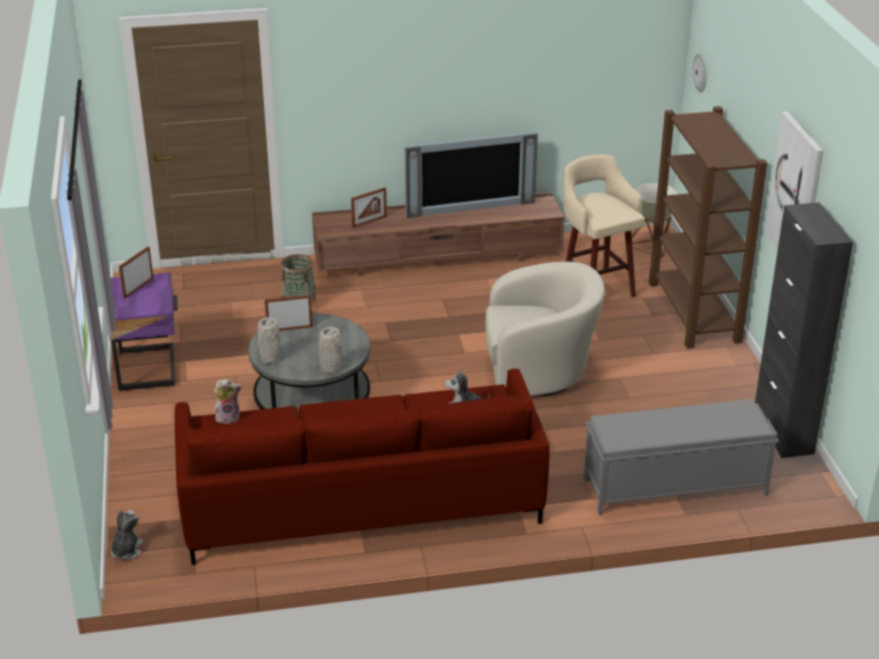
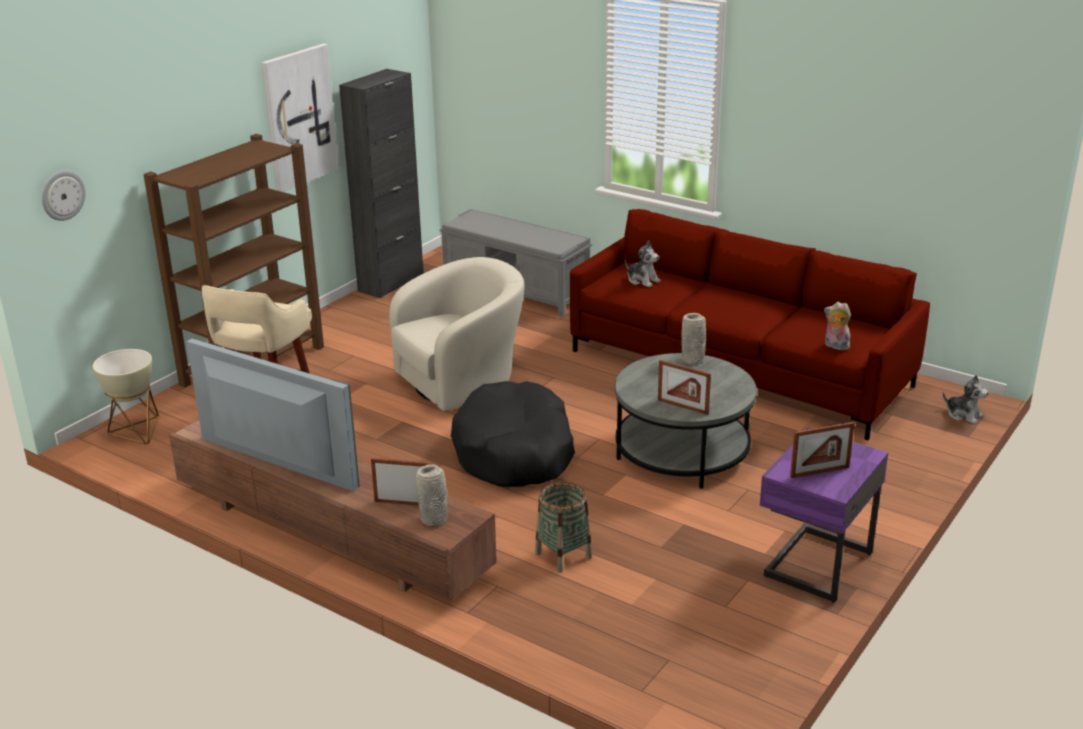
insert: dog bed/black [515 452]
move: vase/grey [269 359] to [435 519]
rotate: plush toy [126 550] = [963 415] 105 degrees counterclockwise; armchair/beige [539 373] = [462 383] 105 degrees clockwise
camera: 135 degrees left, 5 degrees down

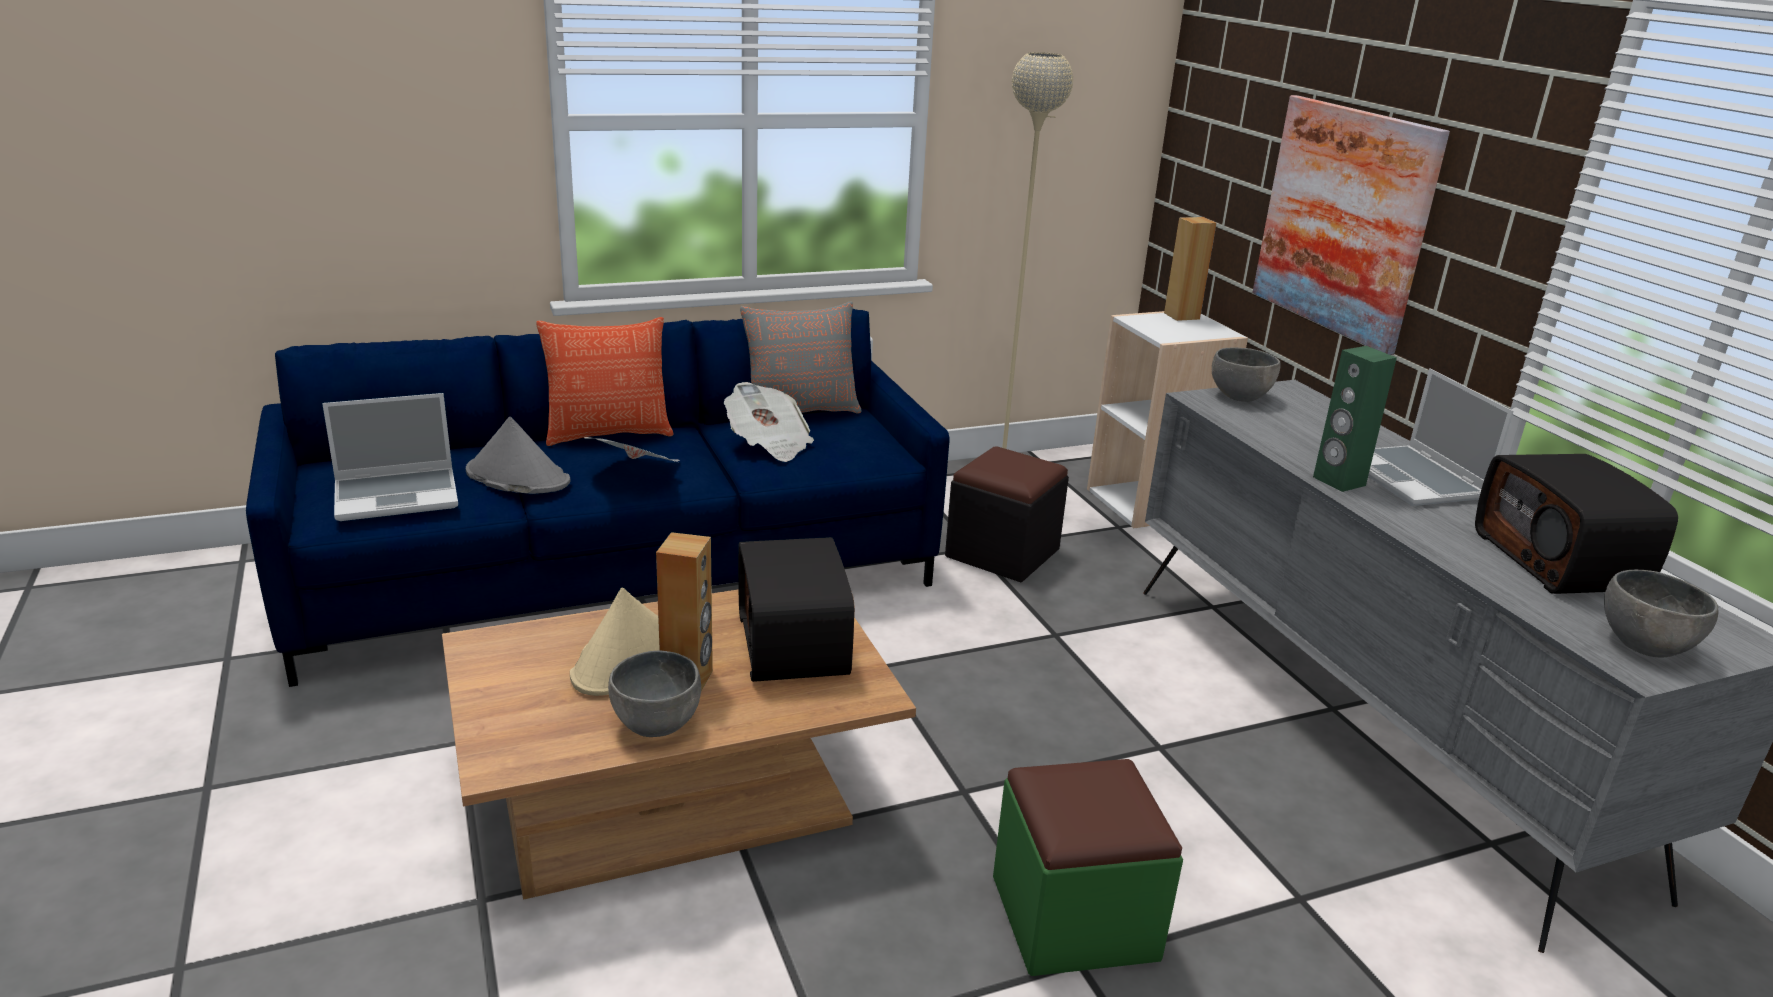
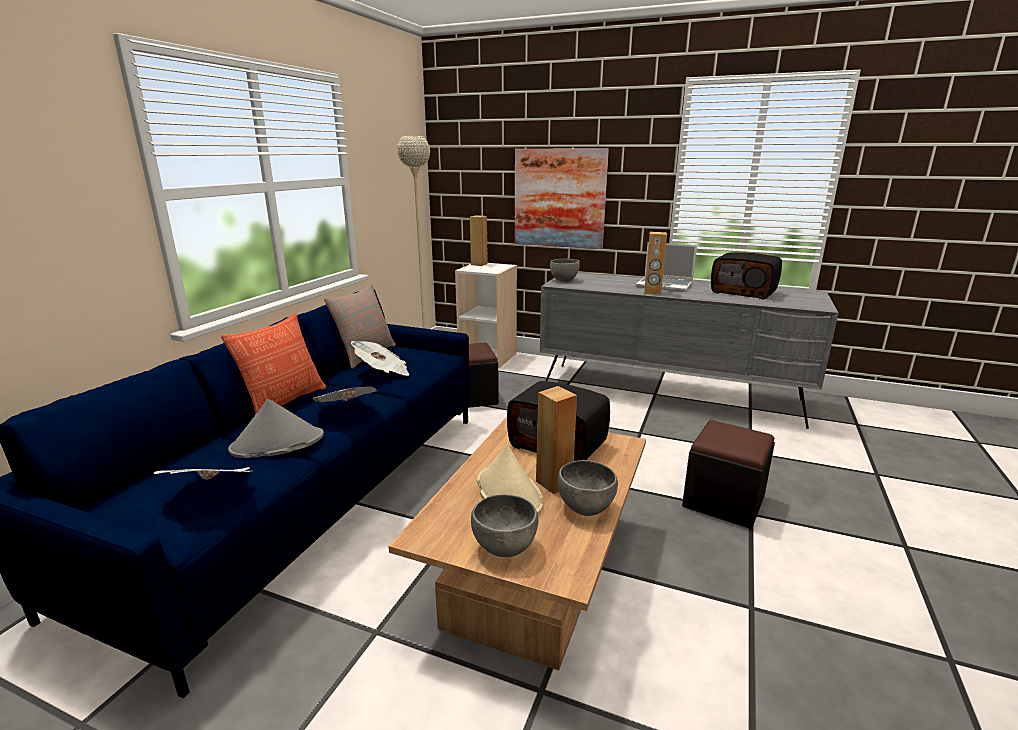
move: bowl/grey [1645 646] to [505 547]
replace: laptop [398 495] to newspaper [214 490]
recolor: ottoman/green [1074 918] to ottoman/black [723 501]; speaker/green [1338 481] to speaker/brown [652 292]
camera: 45 degrees left, 5 degrees down

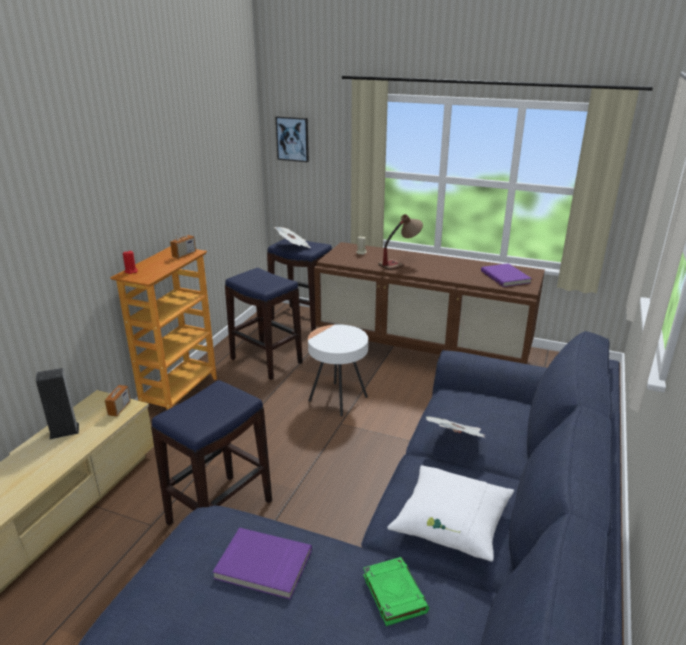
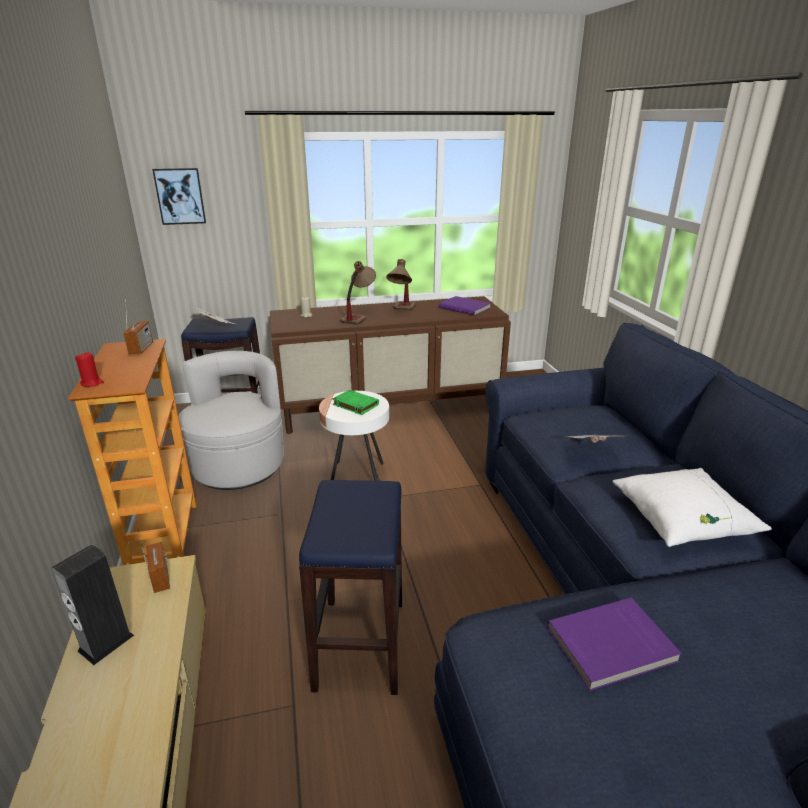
insert: table lamp [402 310]
move: book/green [393 593] to [355 405]
replace: stool [266 361] to armchair/white [238 466]
camera: 35 degrees left, 0 degrees up

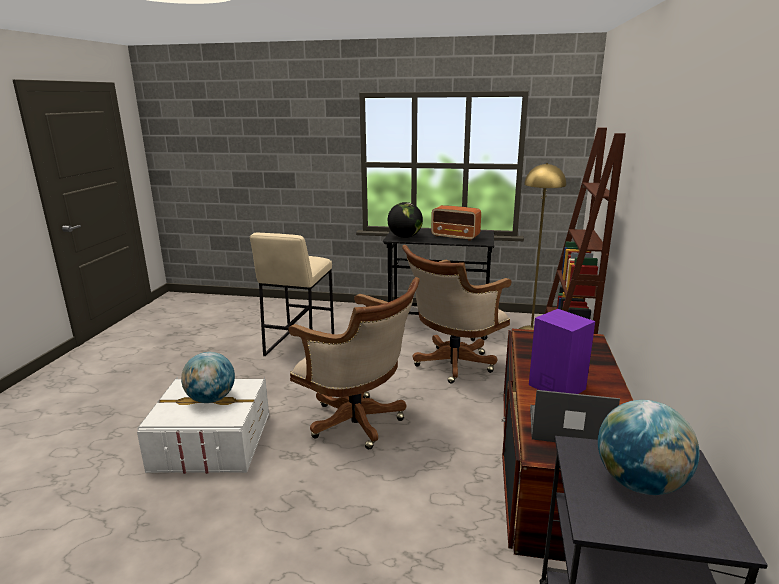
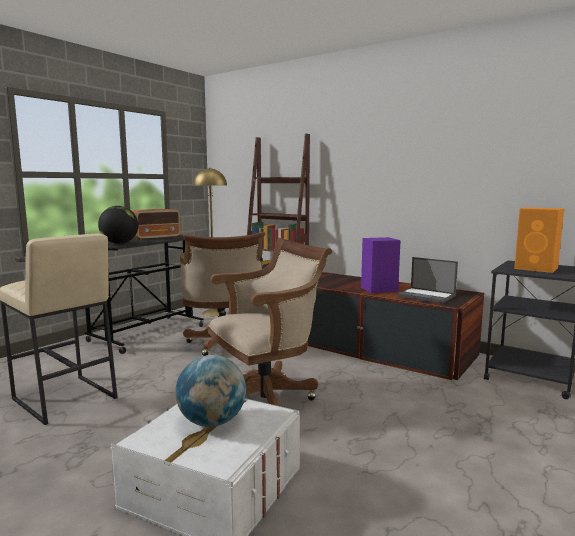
replace: globe [639 483] to speaker/orange [537 268]
rotate: laptop [567 427] = [426 296] 90 degrees counterclockwise
camera: 65 degrees left, 10 degrees down

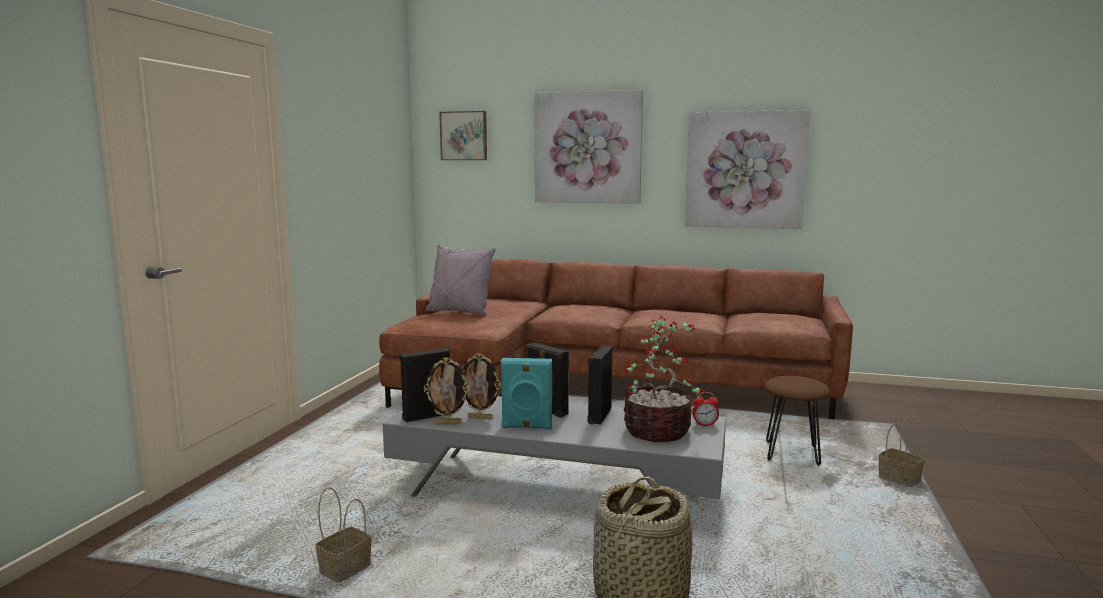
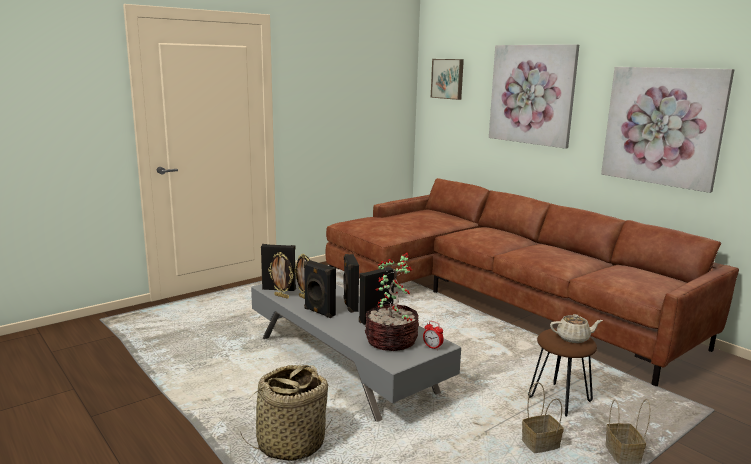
delete: pillow/purple [459 312]
insert: teapot/beige [573 338]
move: basket [346 568] to [541 444]
recolor: speaker/turquoise [526 427] to speaker/black [319 312]
camera: 35 degrees right, 5 degrees up

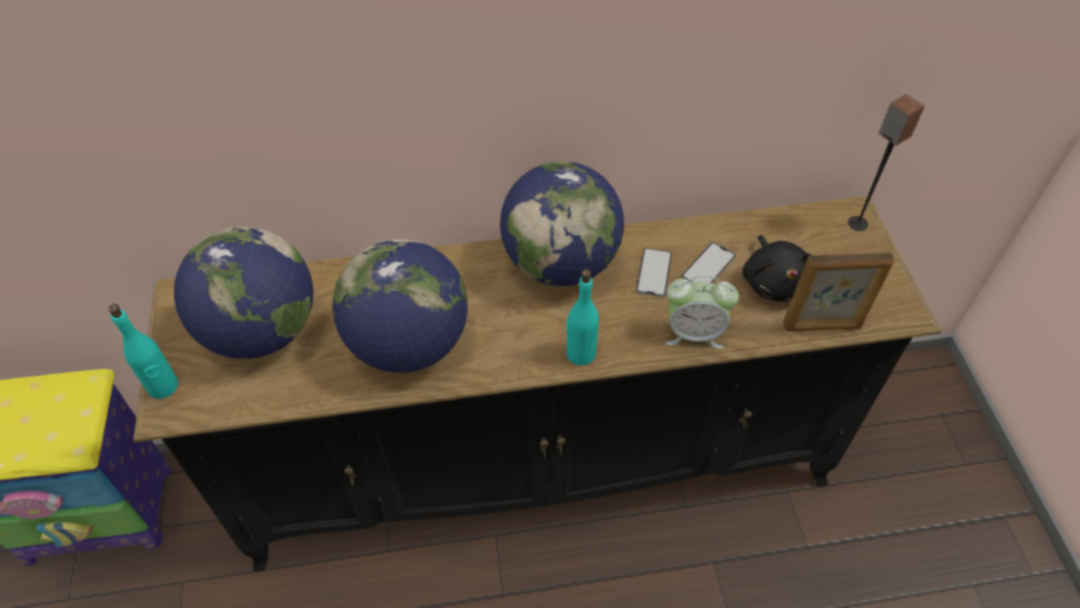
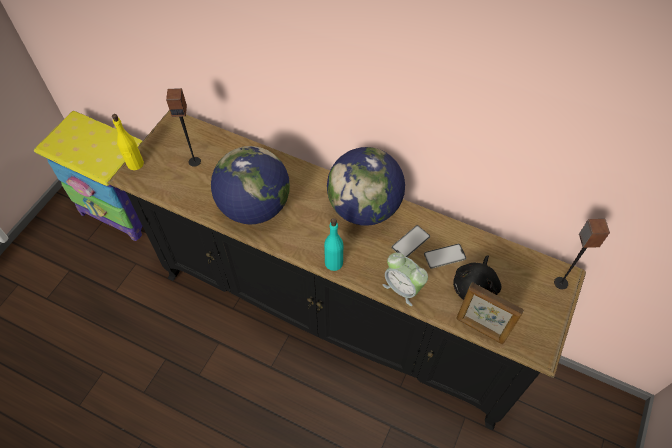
replace: globe [261 331] to speaker [194 161]
recolor: bottle/turquoise [163 386] to bottle/yellow [135 164]
camera: 35 degrees right, 5 degrees up

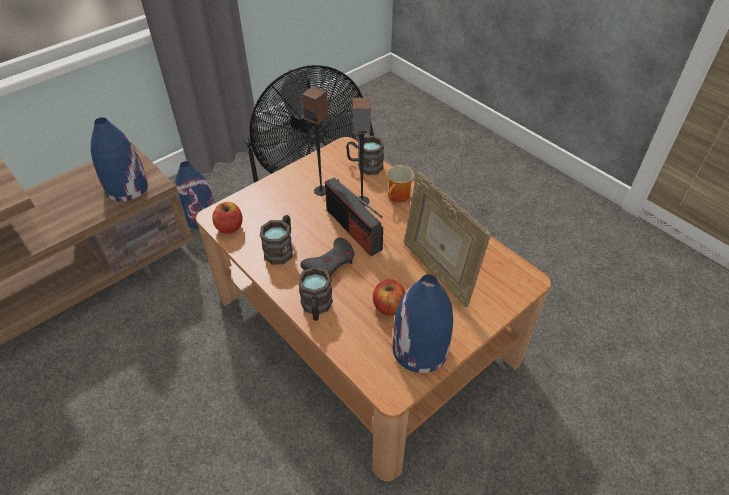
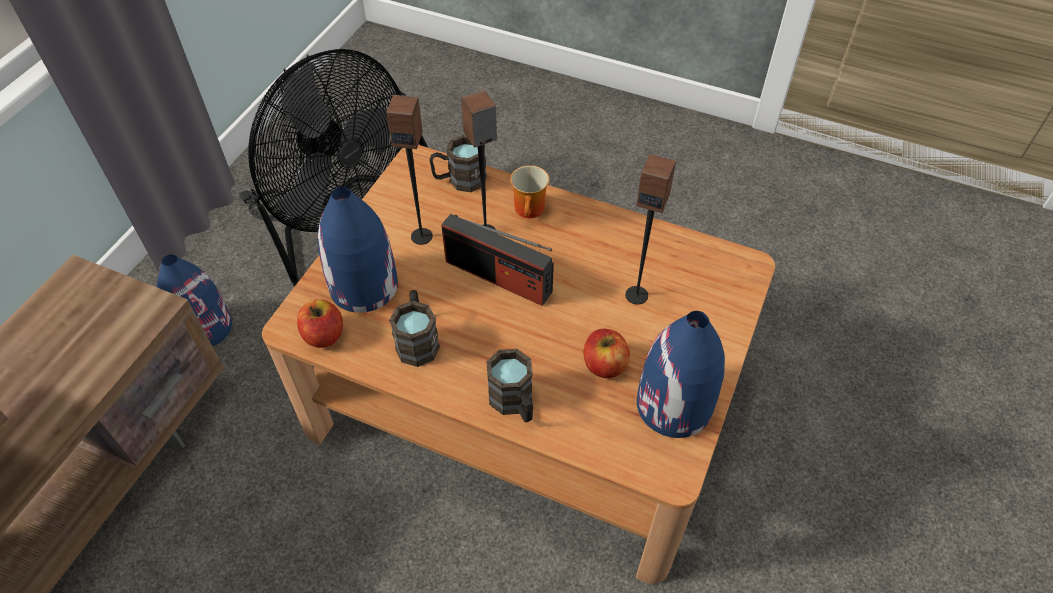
delete: game controller/grey [330 262]
move: vase/blue [126 188] to [363 286]
replace: picture frame [437 271] to speaker [637 295]
camera: 25 degrees left, 5 degrees up

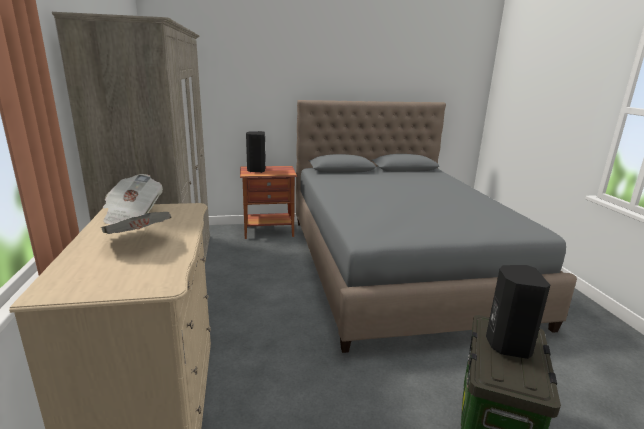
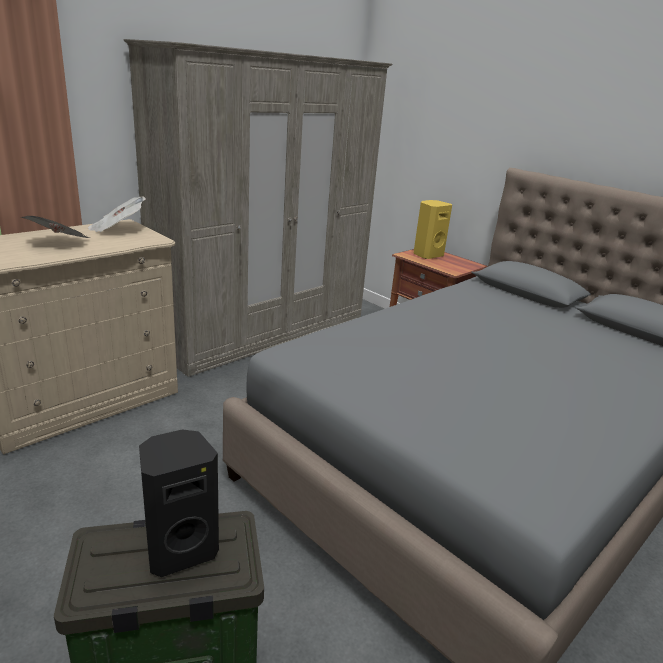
recolor: speaker/black [256 170] to speaker/yellow [427 255]
camera: 55 degrees right, 5 degrees up

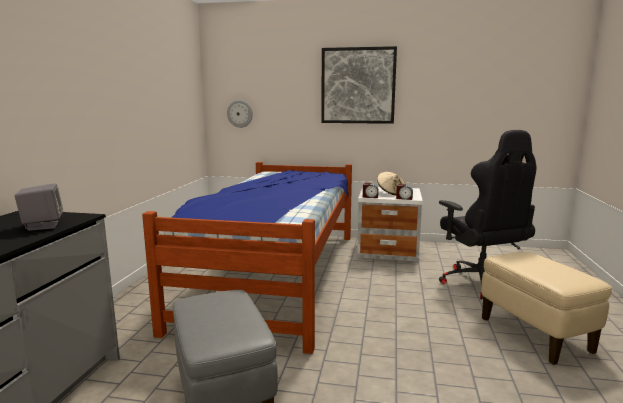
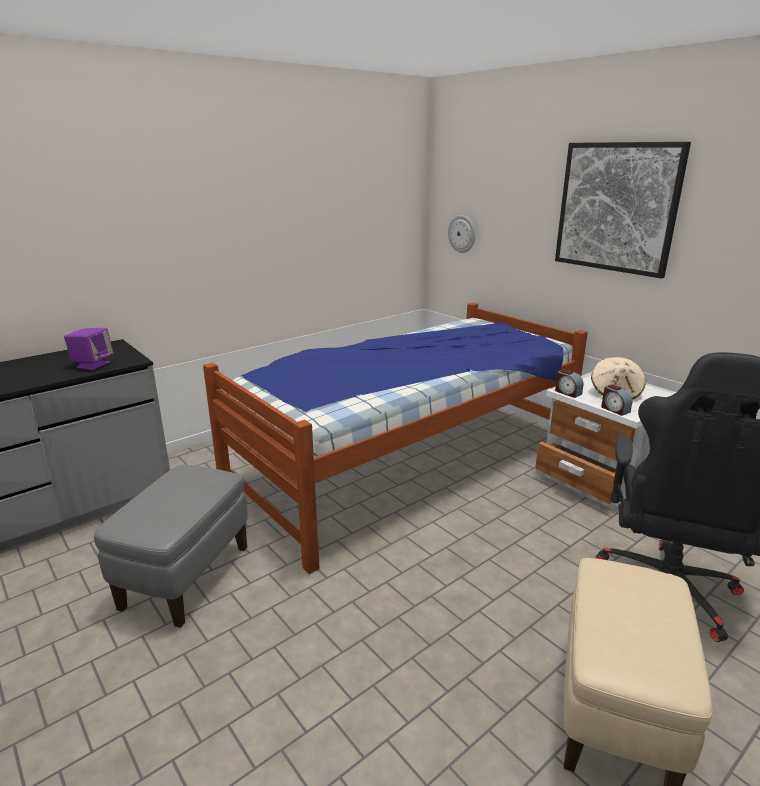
recolor: speaker/grey [43 226] to speaker/purple [93 365]
camera: 40 degrees right, 10 degrees up

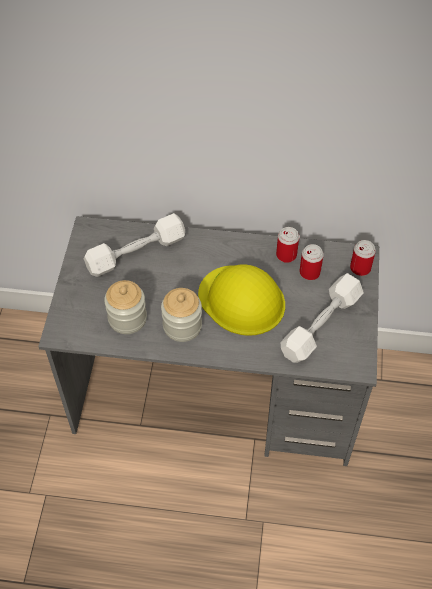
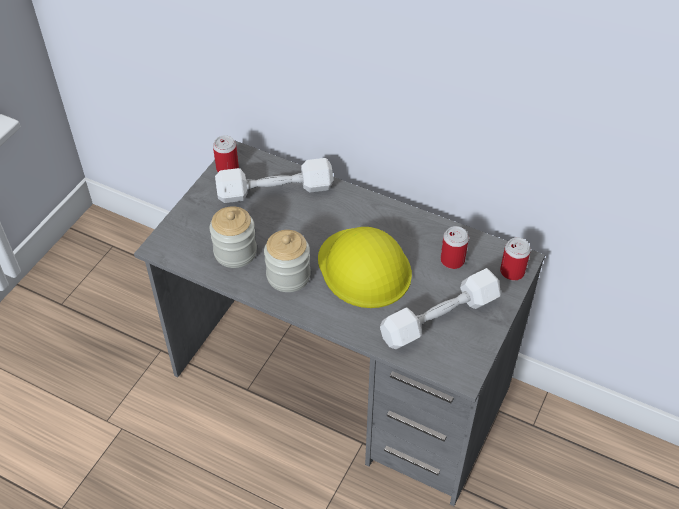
move: can [286 255] to [227 169]
camera: 20 degrees right, 5 degrees down

